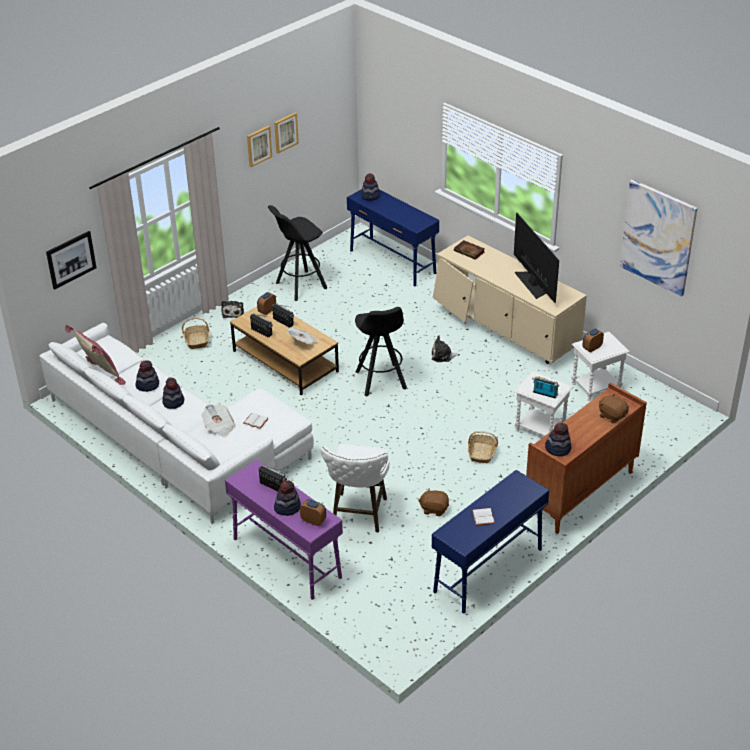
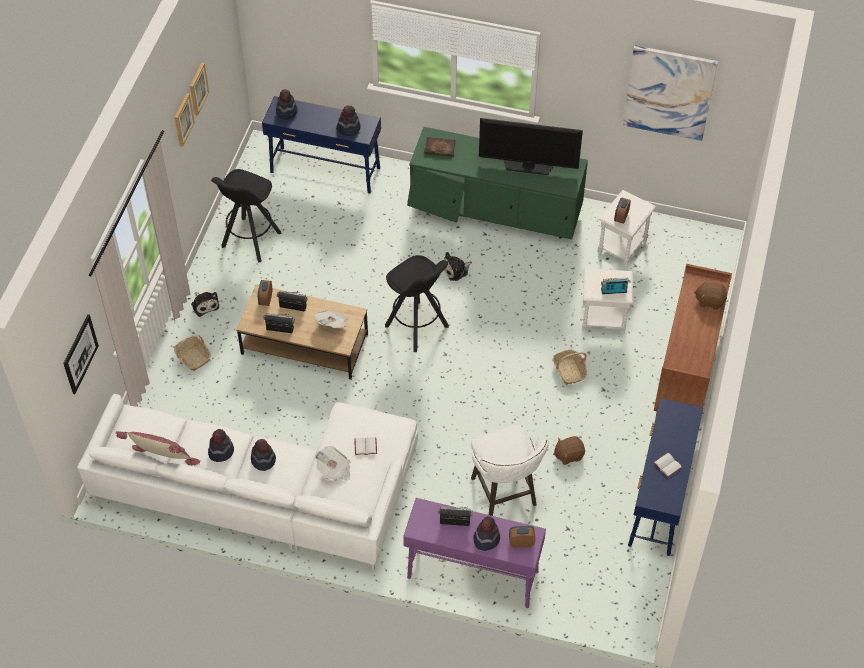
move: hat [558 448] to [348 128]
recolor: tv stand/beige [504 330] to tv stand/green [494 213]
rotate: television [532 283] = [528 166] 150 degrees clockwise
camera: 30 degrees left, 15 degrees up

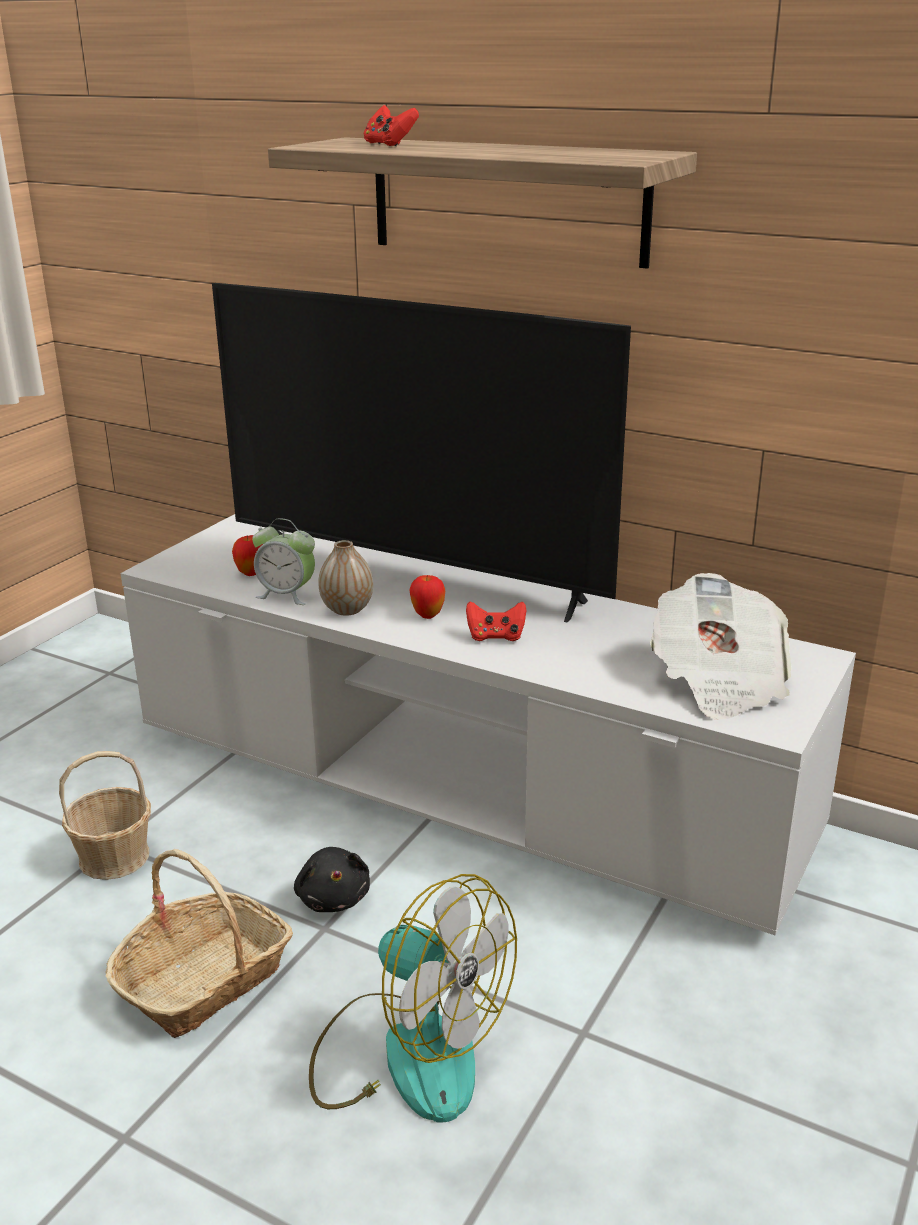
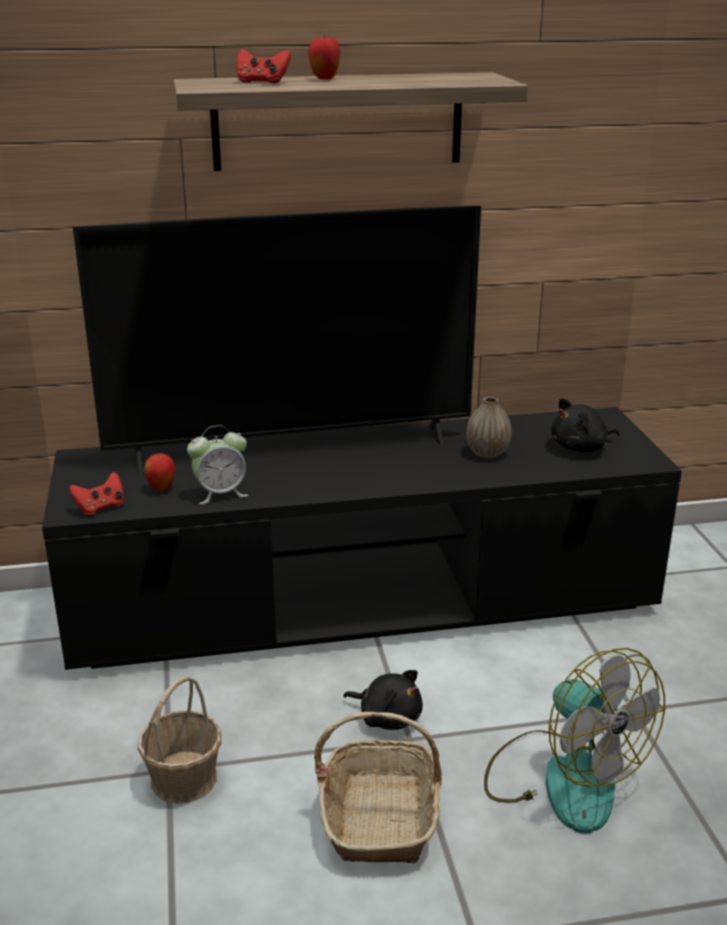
move: vase [347 609] to [487 453]; apple [427 615] to [324 79]; game controller/red [496 636] to [100 507]
replace: newspaper [718 681] to plush toy/black [581 447]
recolor: tv stand/white [463 779] to tv stand/black [362 601]
rotate: fan [408 1052] = [563 778] 60 degrees clockwise
camera: 40 degrees left, 0 degrees up

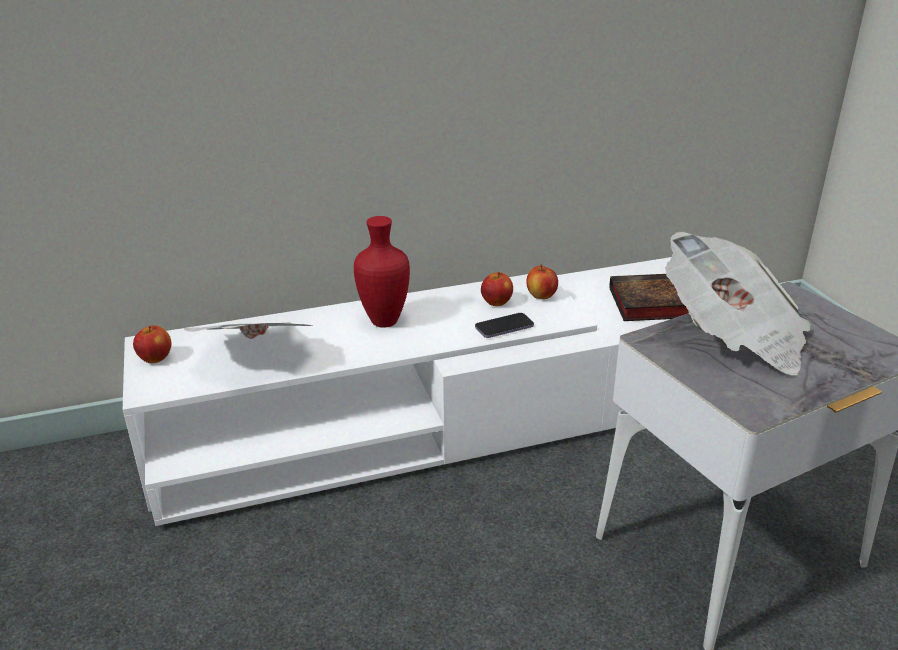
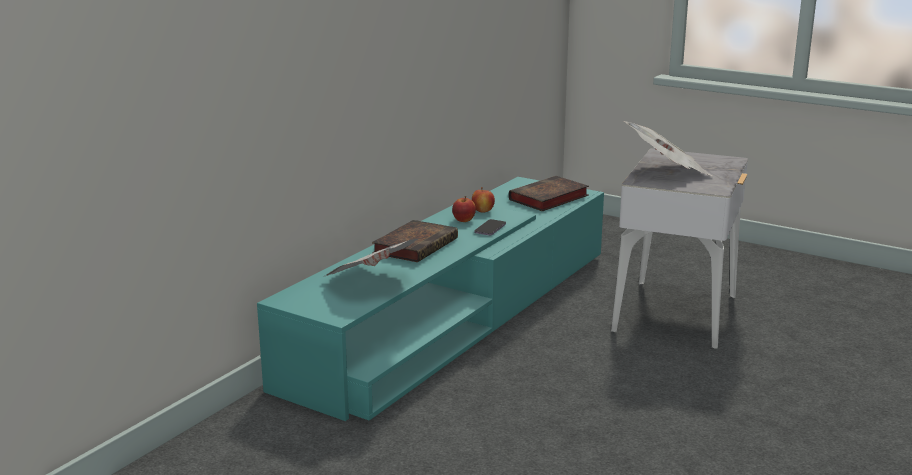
delete: apple [155 358]
replace: vase/red [385 321] to book [416 246]
recolor: tv stand/white [449 419] to tv stand/turquoise [455 315]
camera: 40 degrees left, 10 degrees down

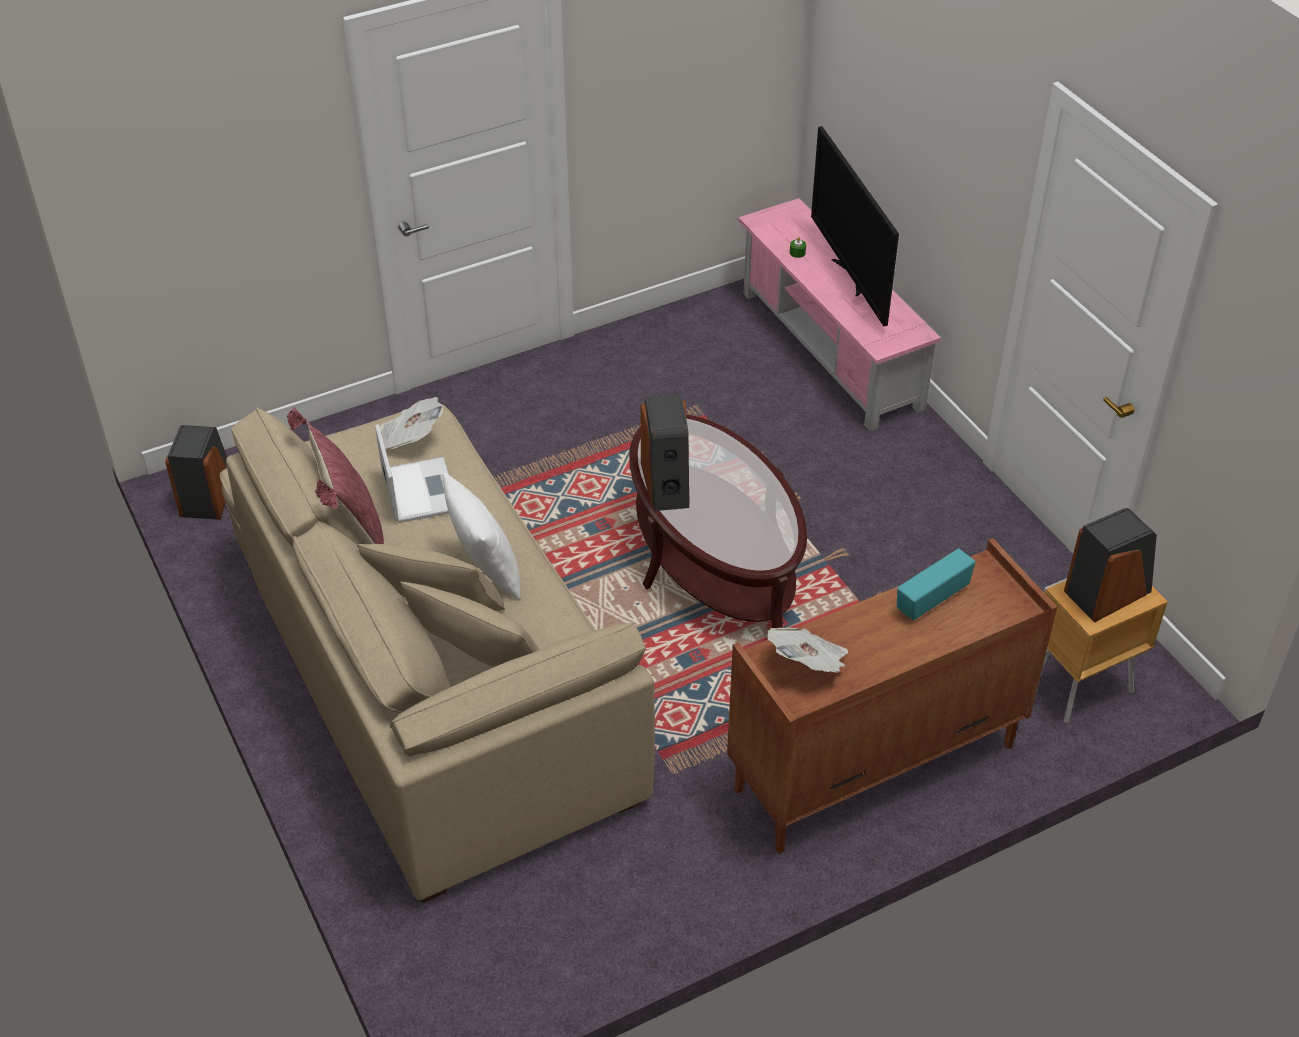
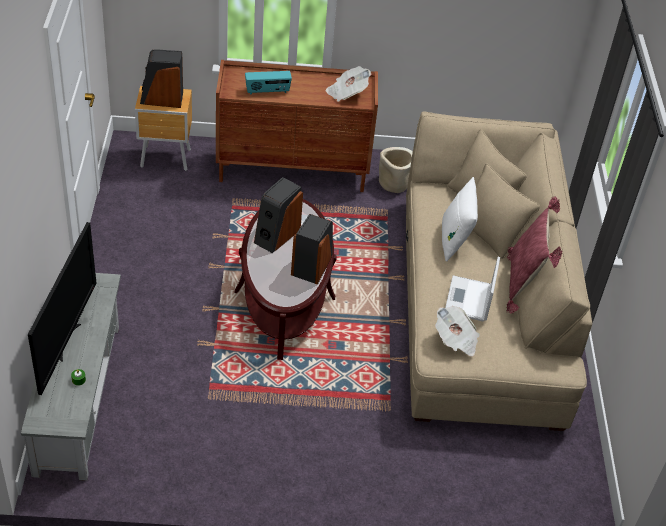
insert: planter/beige [394 183]
move: speaker [208 496] to [276 235]
recolor: tv stand/pink [829 351] to tv stand/grey [80 397]
camera: 155 degrees left, 0 degrees up

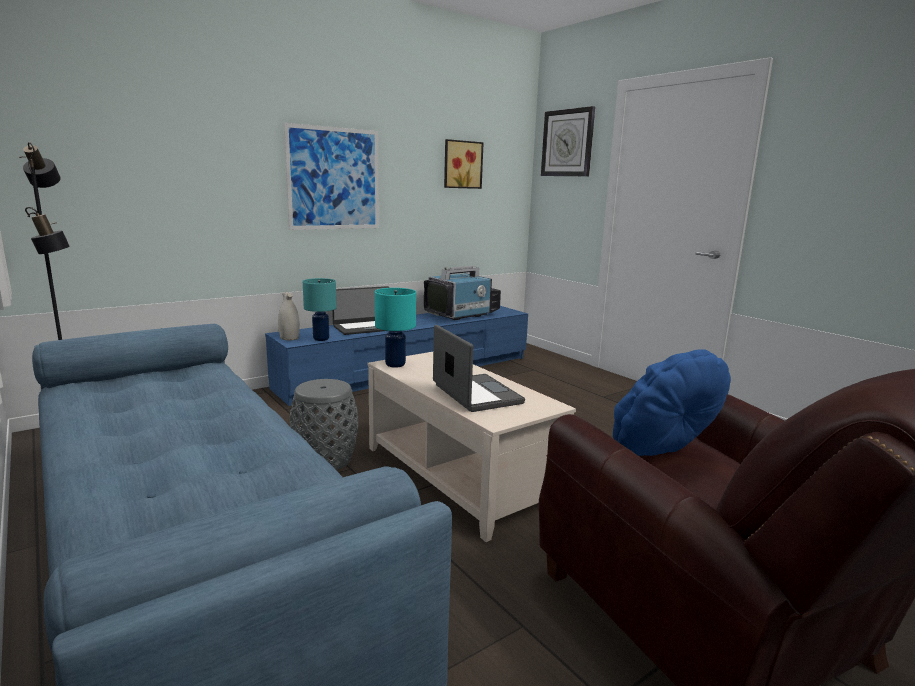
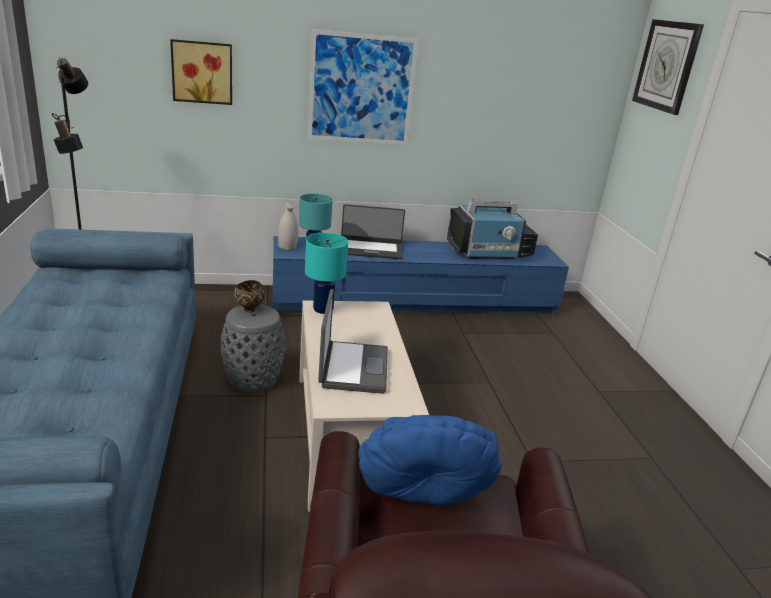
insert: bowl/brown [249 310]
move: picture [461 164] to [202 72]
camera: 25 degrees right, 10 degrees up

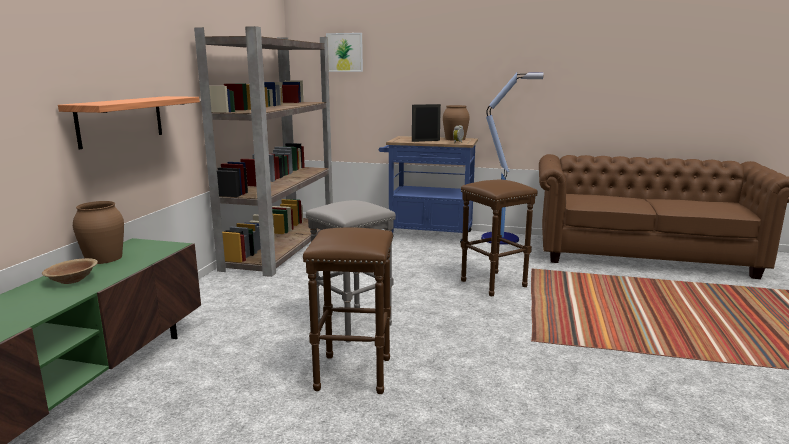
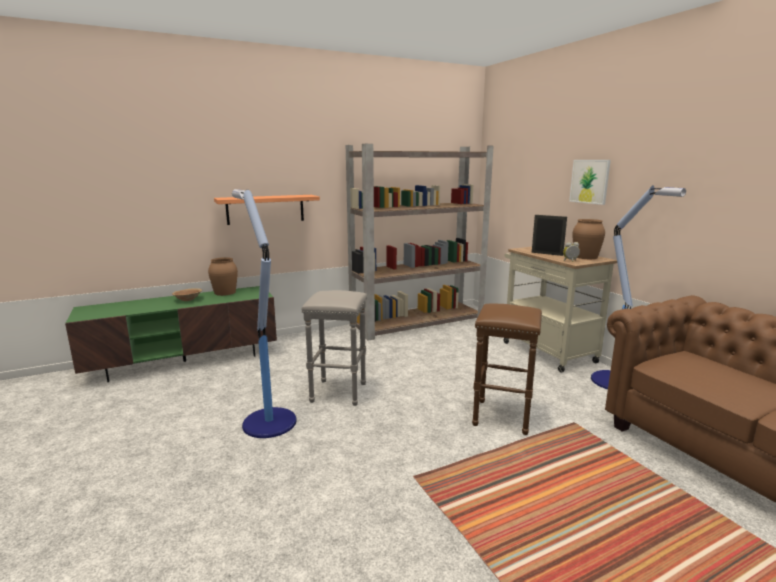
move: picture [344 52] to [589 181]
replace: stool/brown [351 374] to floor lamp [268 421]
recolor: cart/blue [427 235] to cart/beige [546 351]
camera: 50 degrees right, 0 degrees up

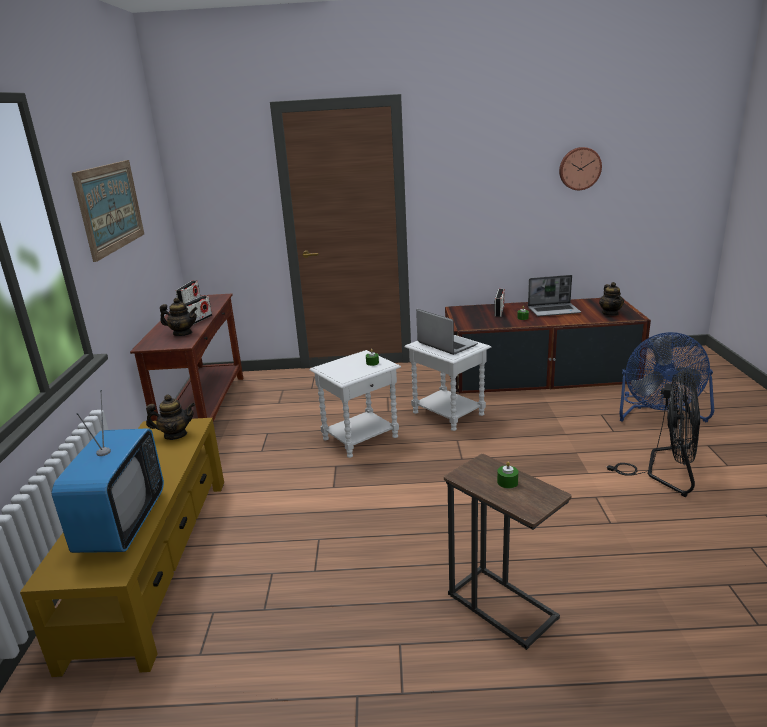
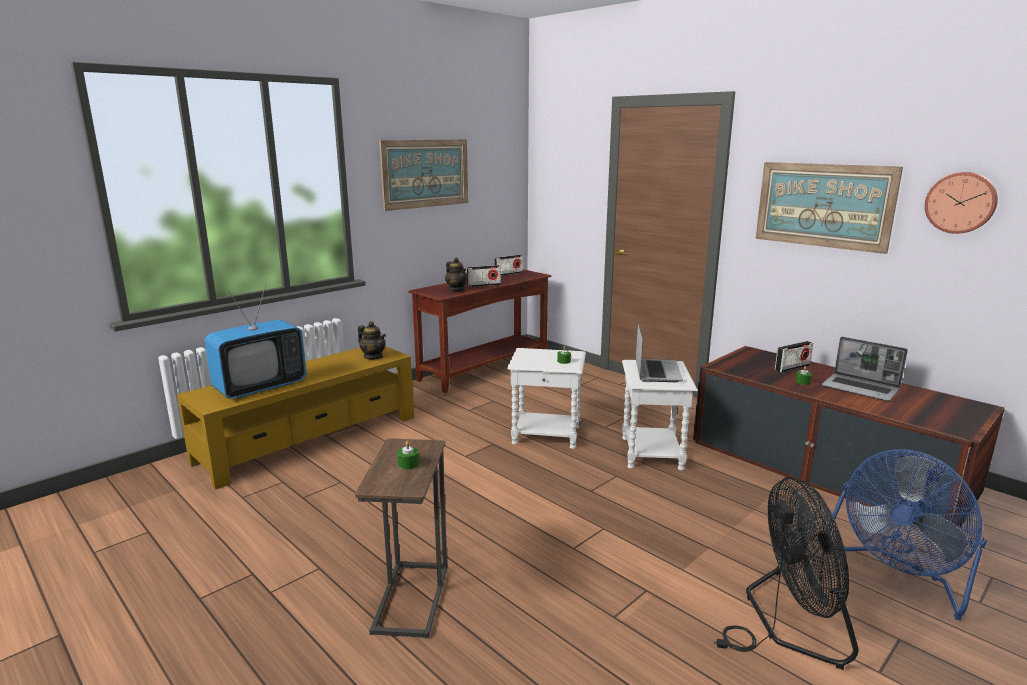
delete: teapot [610 313]
insert: picture [823 205]
rotate: fan/black [665 468] = [781 620] 75 degrees counterclockwise
camera: 45 degrees right, 5 degrees down

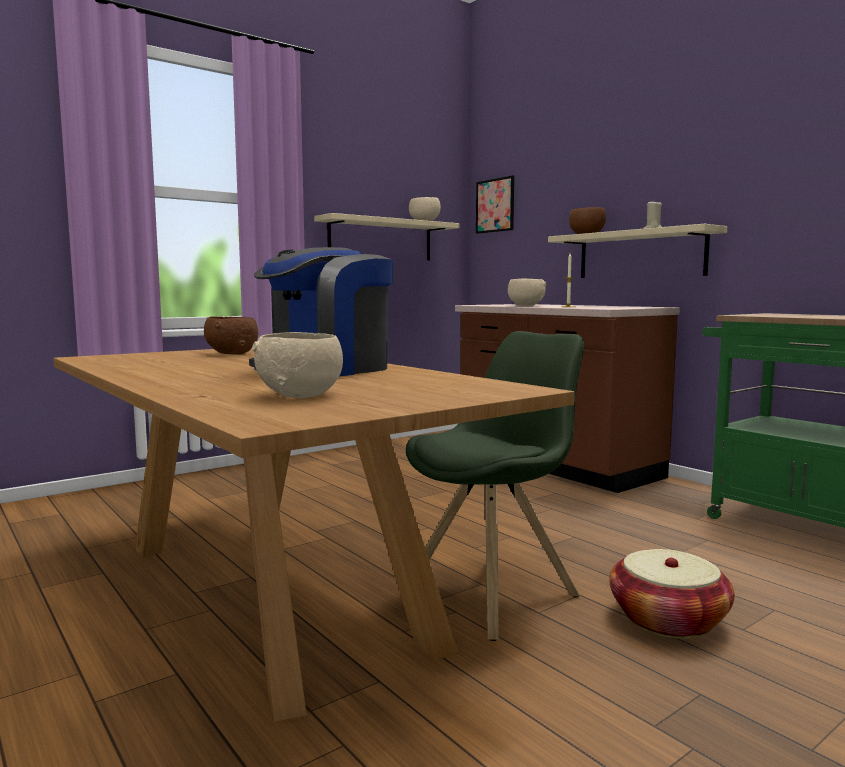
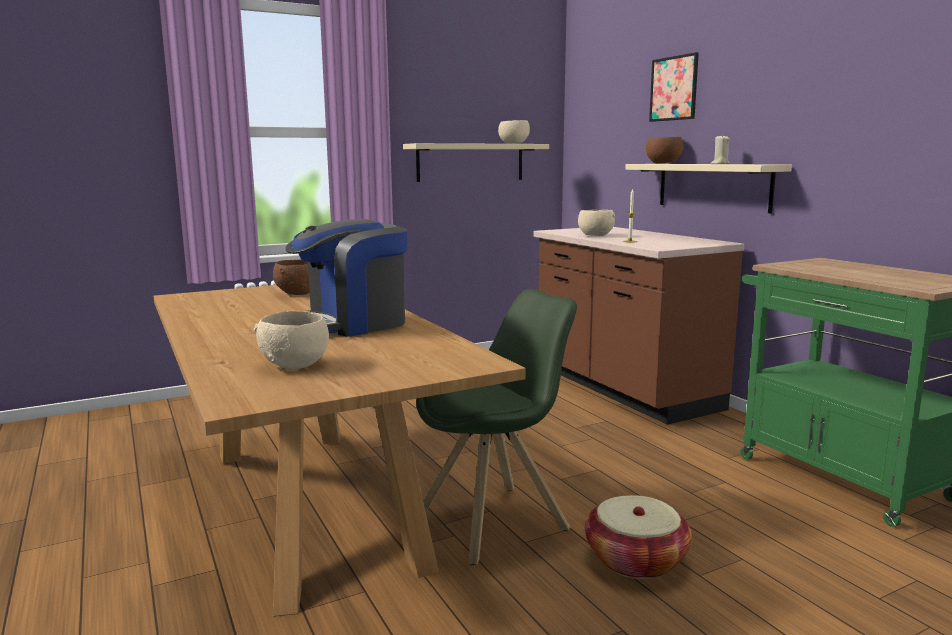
move: picture [495 205] to [673 88]
camera: 10 degrees right, 5 degrees up

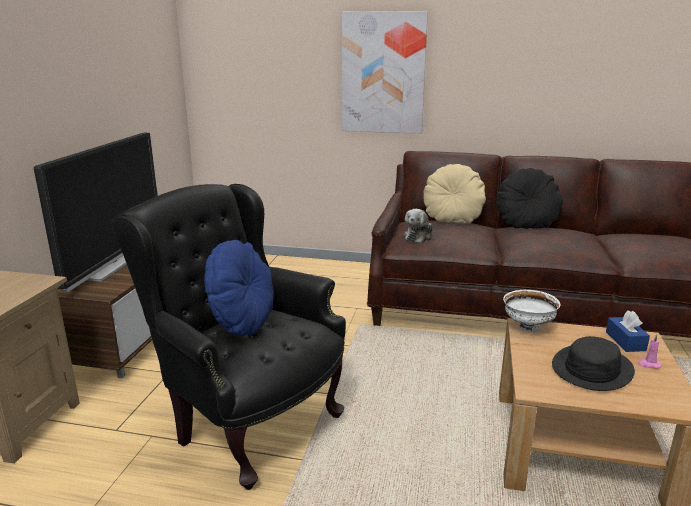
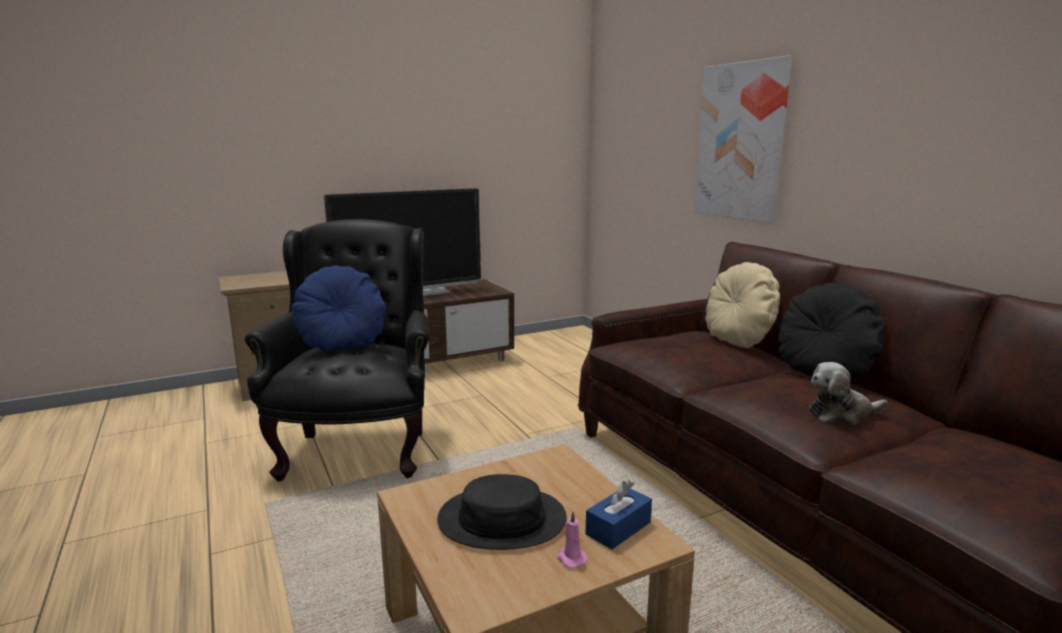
delete: bowl/white [528 328]
move: plush toy [419 237] to [841 414]
camera: 50 degrees right, 5 degrees down

